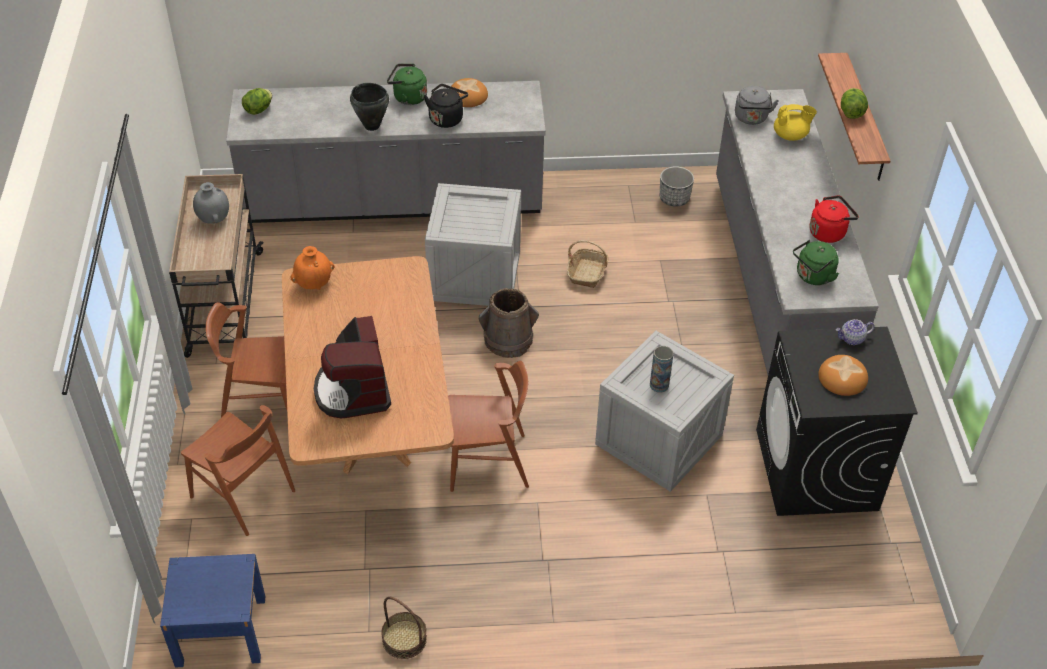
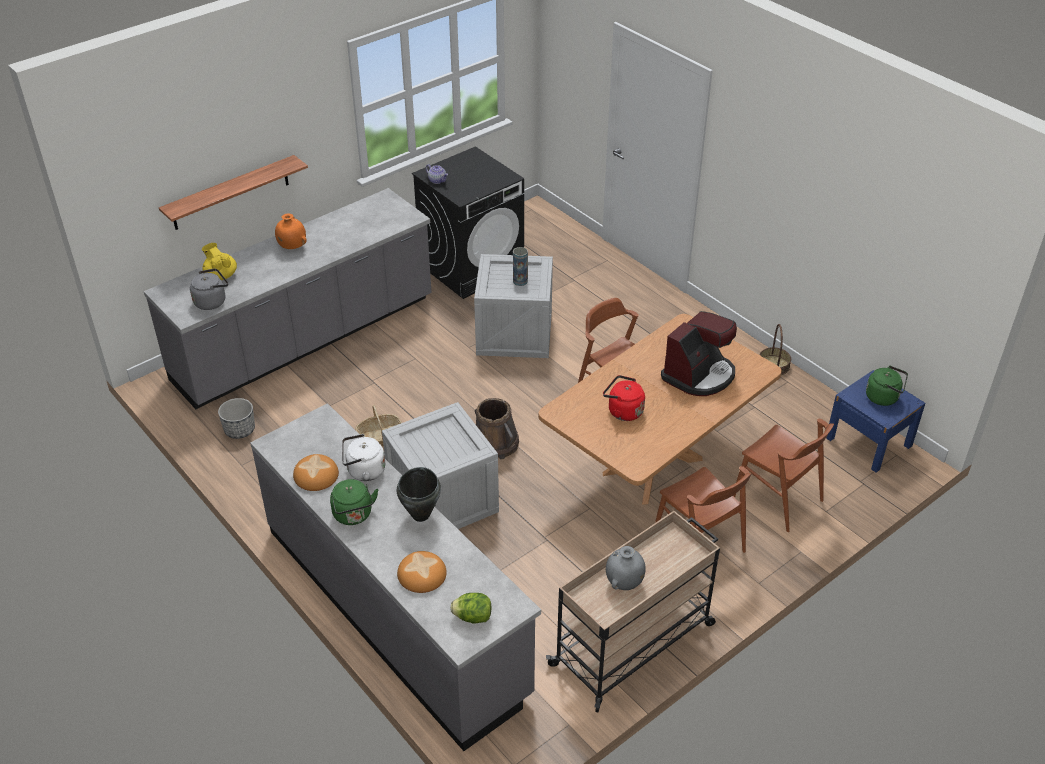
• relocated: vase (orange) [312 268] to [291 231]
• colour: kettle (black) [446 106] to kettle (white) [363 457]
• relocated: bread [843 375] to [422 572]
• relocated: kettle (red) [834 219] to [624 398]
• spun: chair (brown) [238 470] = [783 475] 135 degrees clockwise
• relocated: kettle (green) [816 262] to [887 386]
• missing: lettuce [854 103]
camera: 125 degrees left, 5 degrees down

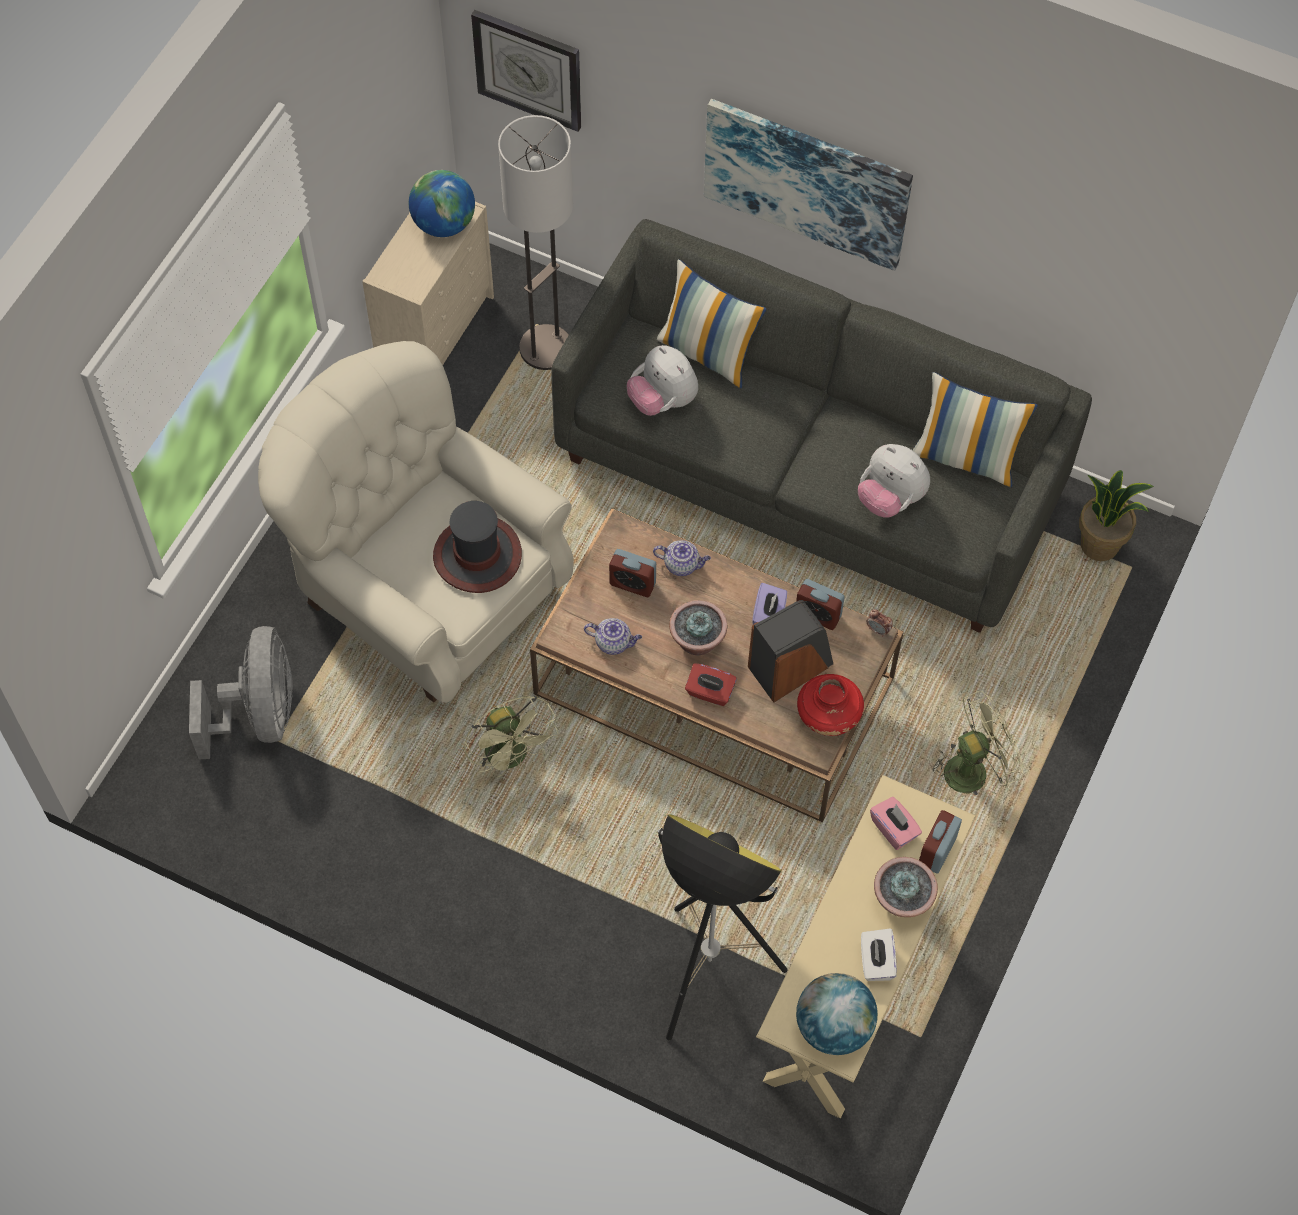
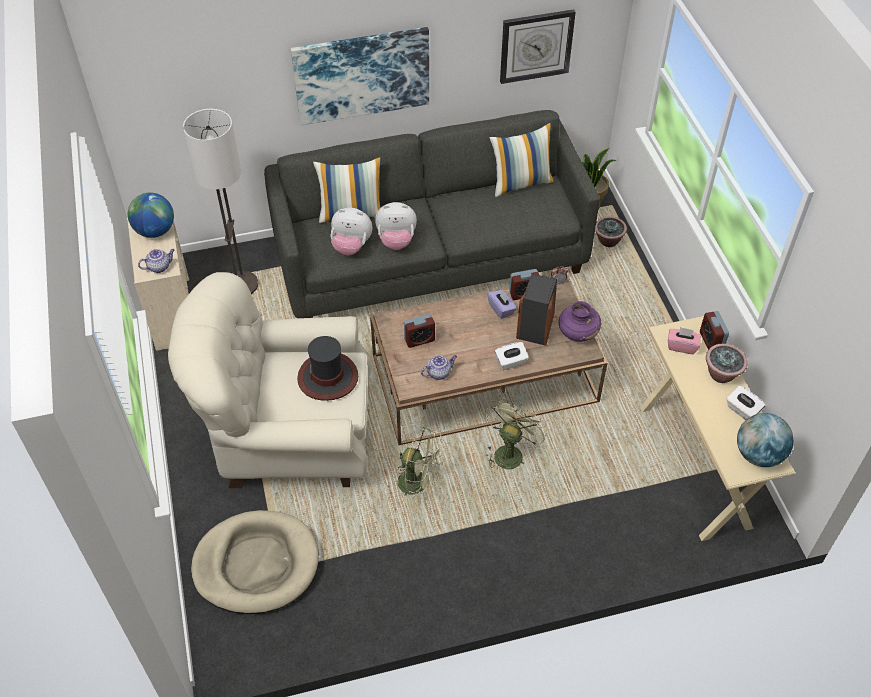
• relocated: teapot [682 558] to [156 261]
• exchanged: fan (grey) [241 692] to dog bed (beige) [255 562]
• relocated: plush toy [894 480] to [396 226]
• relocated: fan (green) [976 743] to [516 433]
• colour: tissue box (red) [711 684] to tissue box (white) [512 356]
• relocated: wall clock [526 71] to [538 46]
• colour: vase (red) [830 705] to vase (purple) [579 321]
• relocated: potted plant [698 628] to [611 231]
• missing: floor lamp [722 927]
camera: 40 degrees left, 10 degrees down

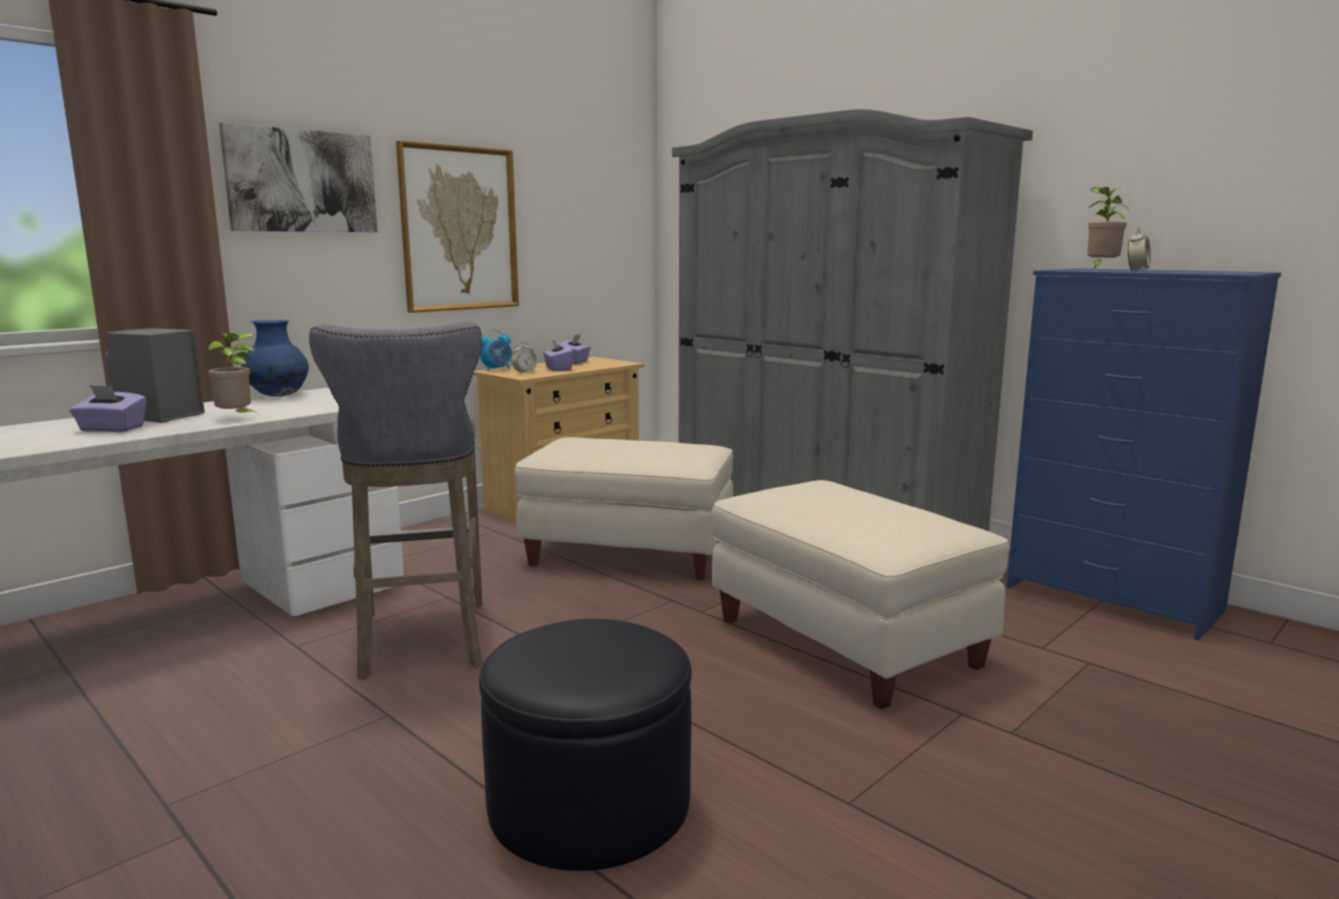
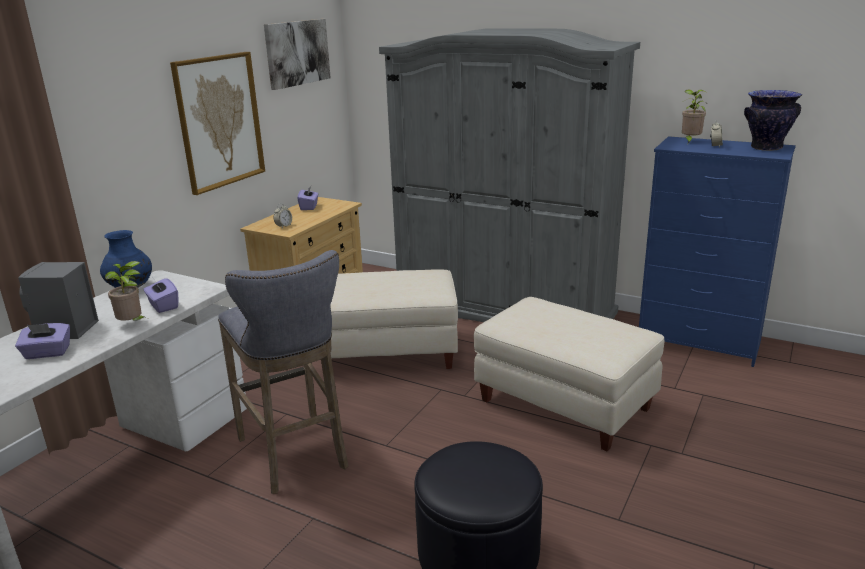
• relocated: tissue box (purple) [558 355] to [161 295]
• relocated: picture [298 177] to [297 54]
• appeared: vase [773 120]
• missing: alarm clock [496 350]
camera: 15 degrees left, 10 degrees up

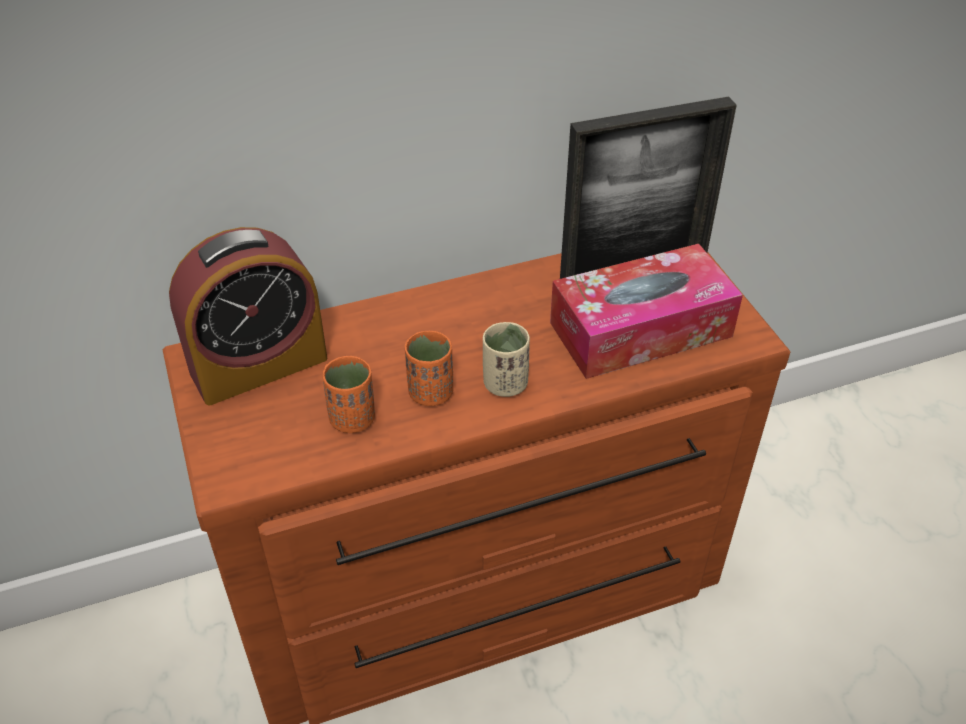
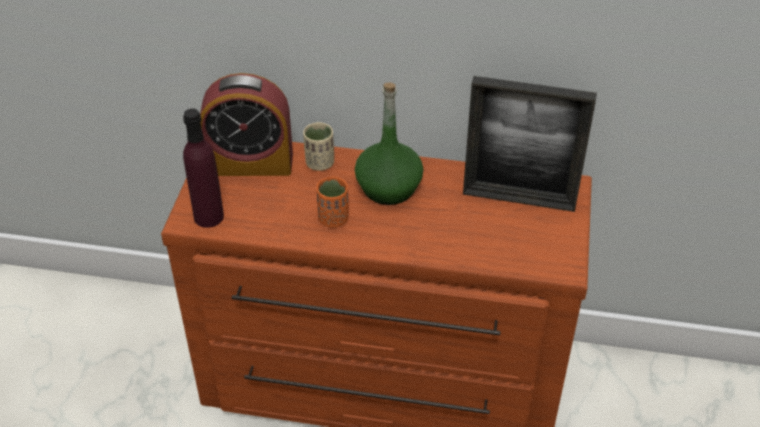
• appeared: bottle (purple) [203 168]
• relocated: cup (beige) [506 359] to [318 146]
• appeared: bottle (green) [389 144]
• missing: cup (orange) [349 394]
• missing: tissue box [646 311]
camera: 30 degrees right, 0 degrees up

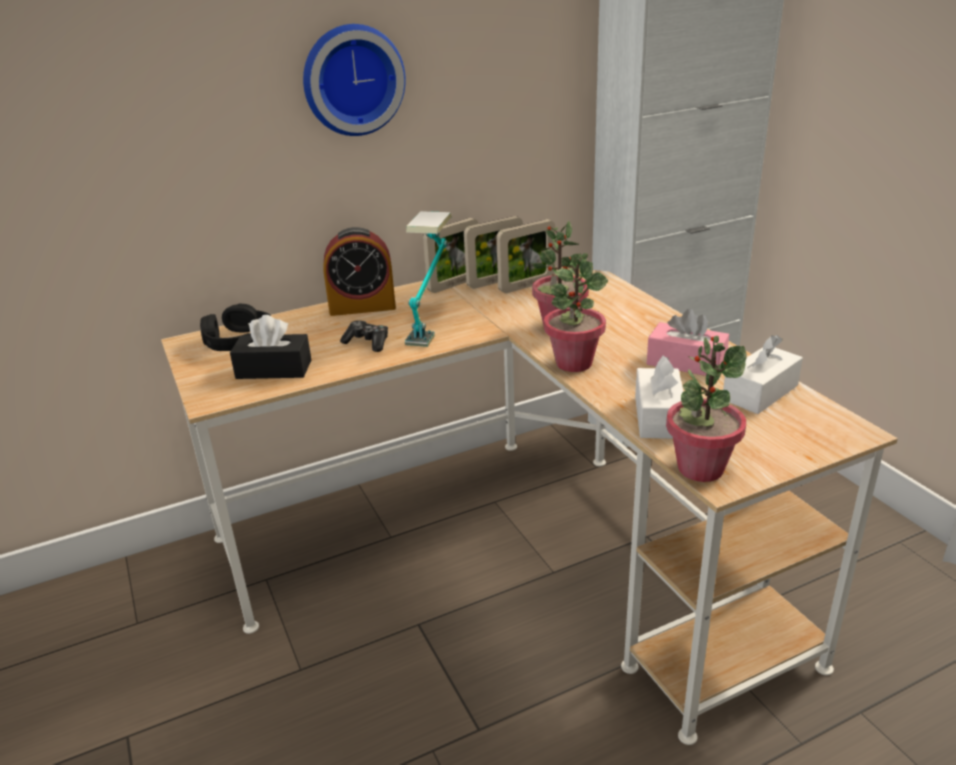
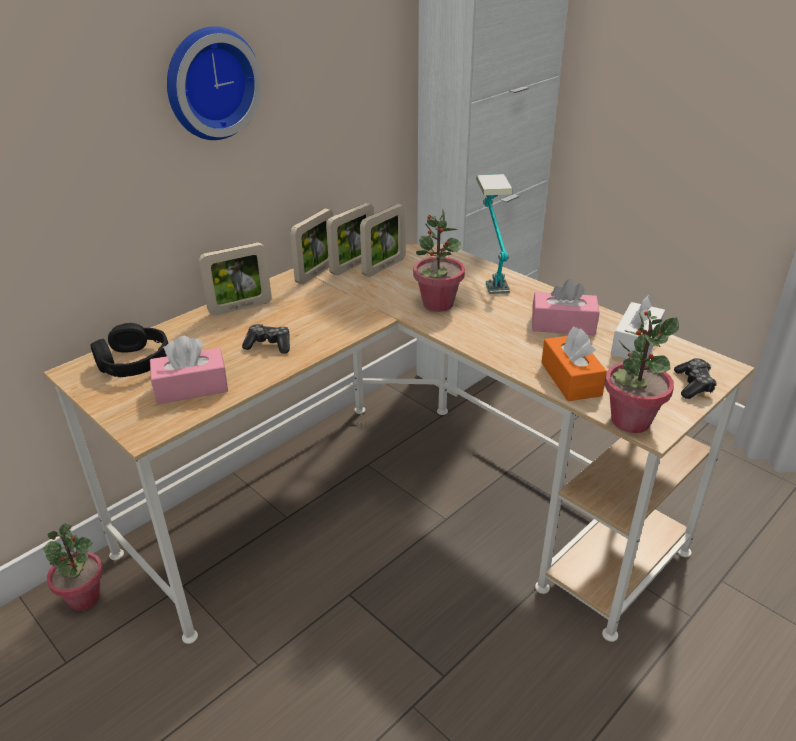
• relocated: potted plant [576 312] to [73 567]
• colour: tissue box (black) [270 347] to tissue box (pink) [189 370]
• exchanged: alarm clock [360 271] to picture frame [235 279]
• relocated: table lamp [428 279] to [494 234]
• colour: tissue box (white) [659 397] to tissue box (orange) [574 364]
• appeared: game controller [695 378]
camera: 20 degrees left, 5 degrees up

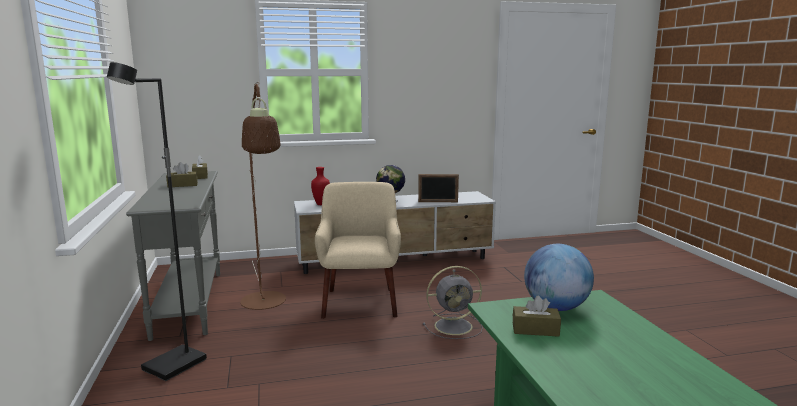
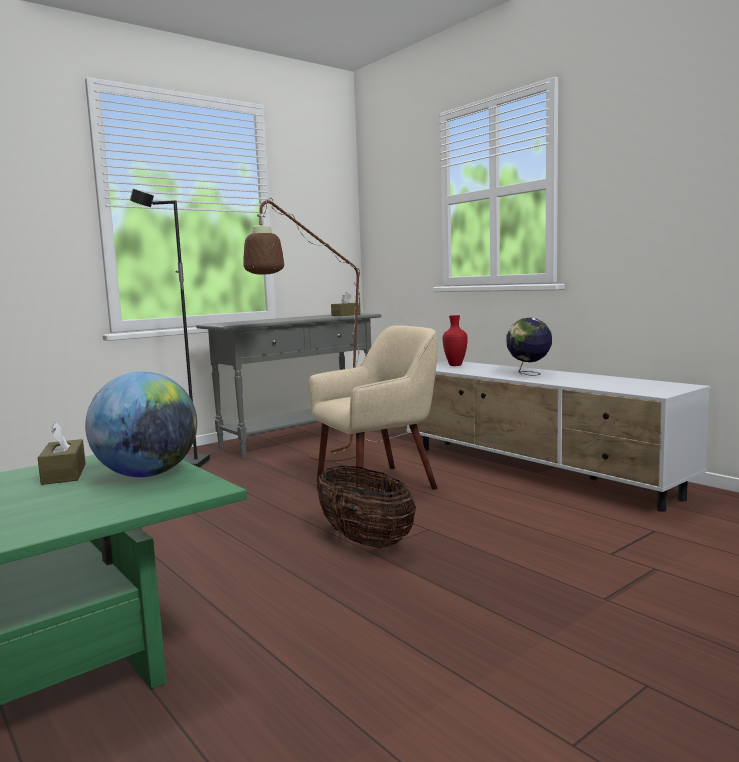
• exchanged: fan (grey) [453 302] to basket [366 507]
• missing: tissue box (brown) [182 175]
• missing: picture frame [438 188]
camera: 65 degrees right, 5 degrees down

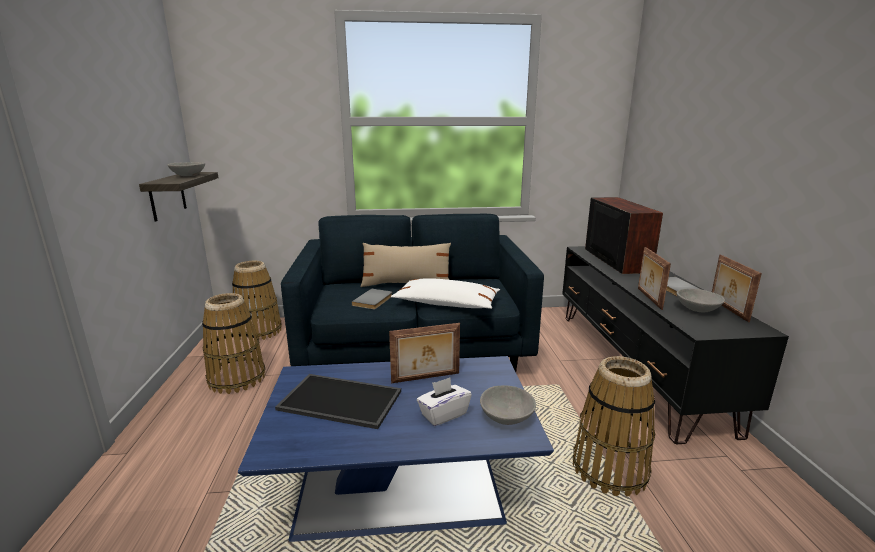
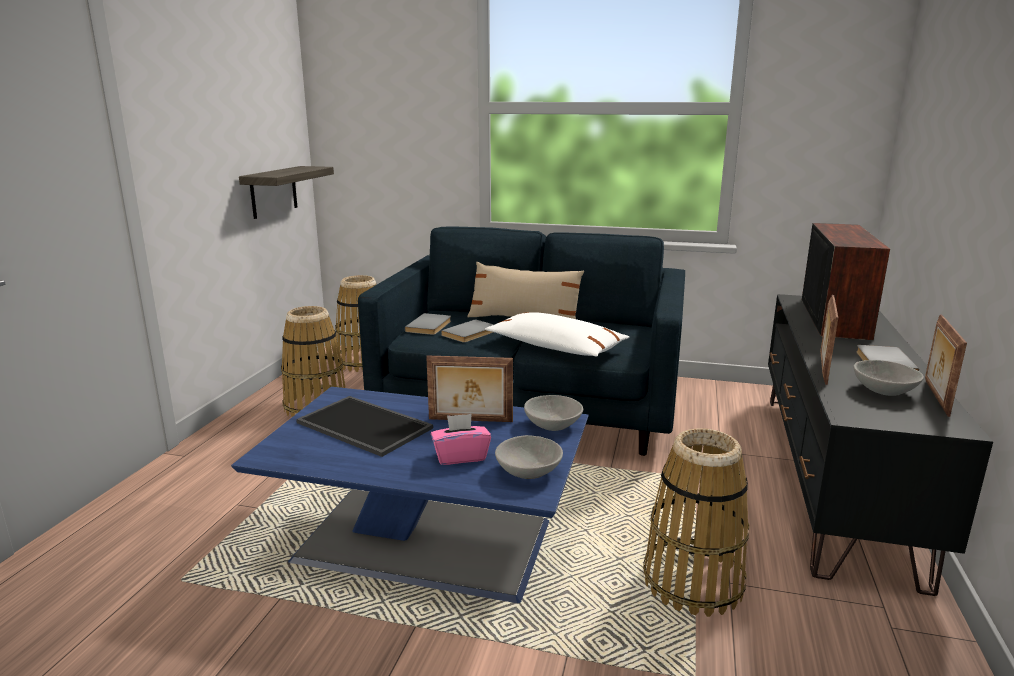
• appeared: book (grey) [428 324]
• colour: tissue box (white) [444 401] to tissue box (pink) [461 439]
• relocated: bowl (grey) [186 169] to [553 413]
camera: 20 degrees right, 0 degrees up

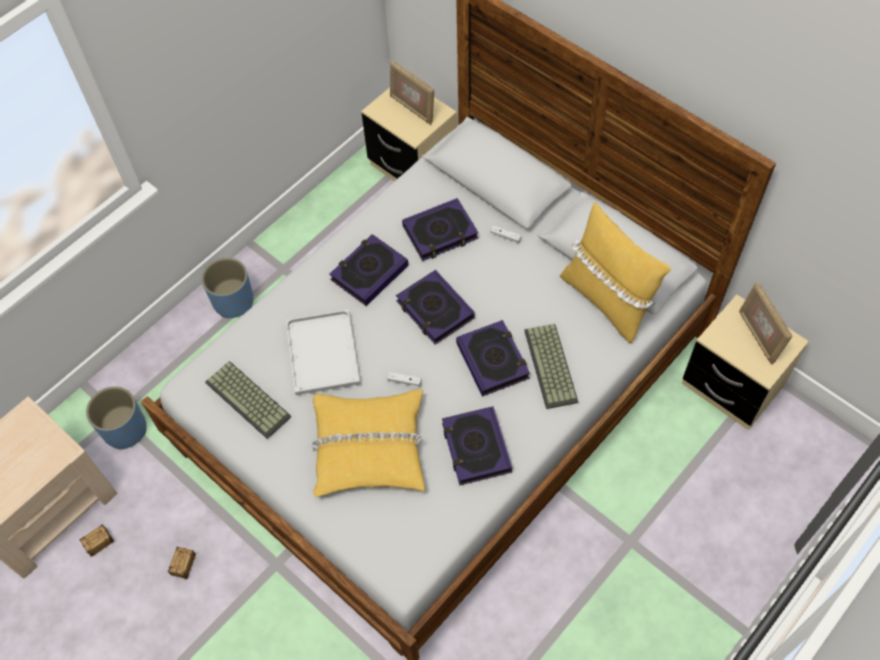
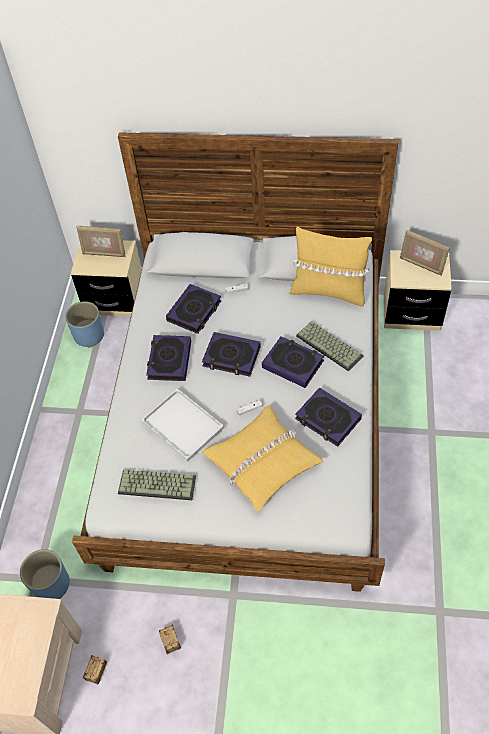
• relocated: planter (blue) [228 288] to [84 324]
camera: 35 degrees left, 5 degrees down

